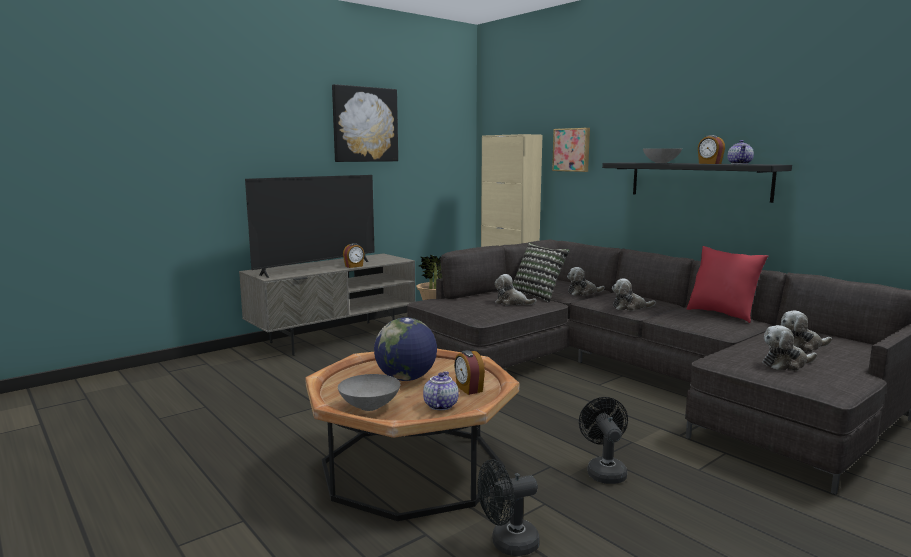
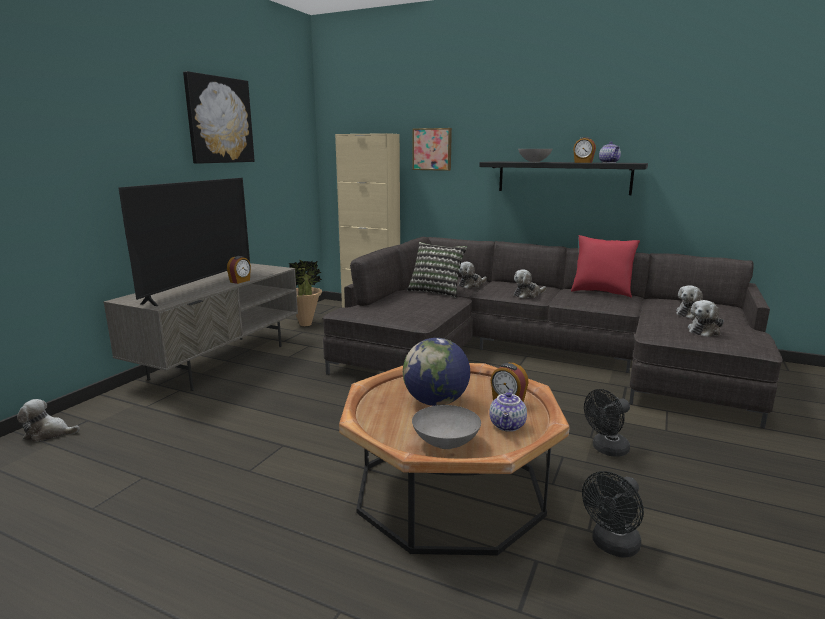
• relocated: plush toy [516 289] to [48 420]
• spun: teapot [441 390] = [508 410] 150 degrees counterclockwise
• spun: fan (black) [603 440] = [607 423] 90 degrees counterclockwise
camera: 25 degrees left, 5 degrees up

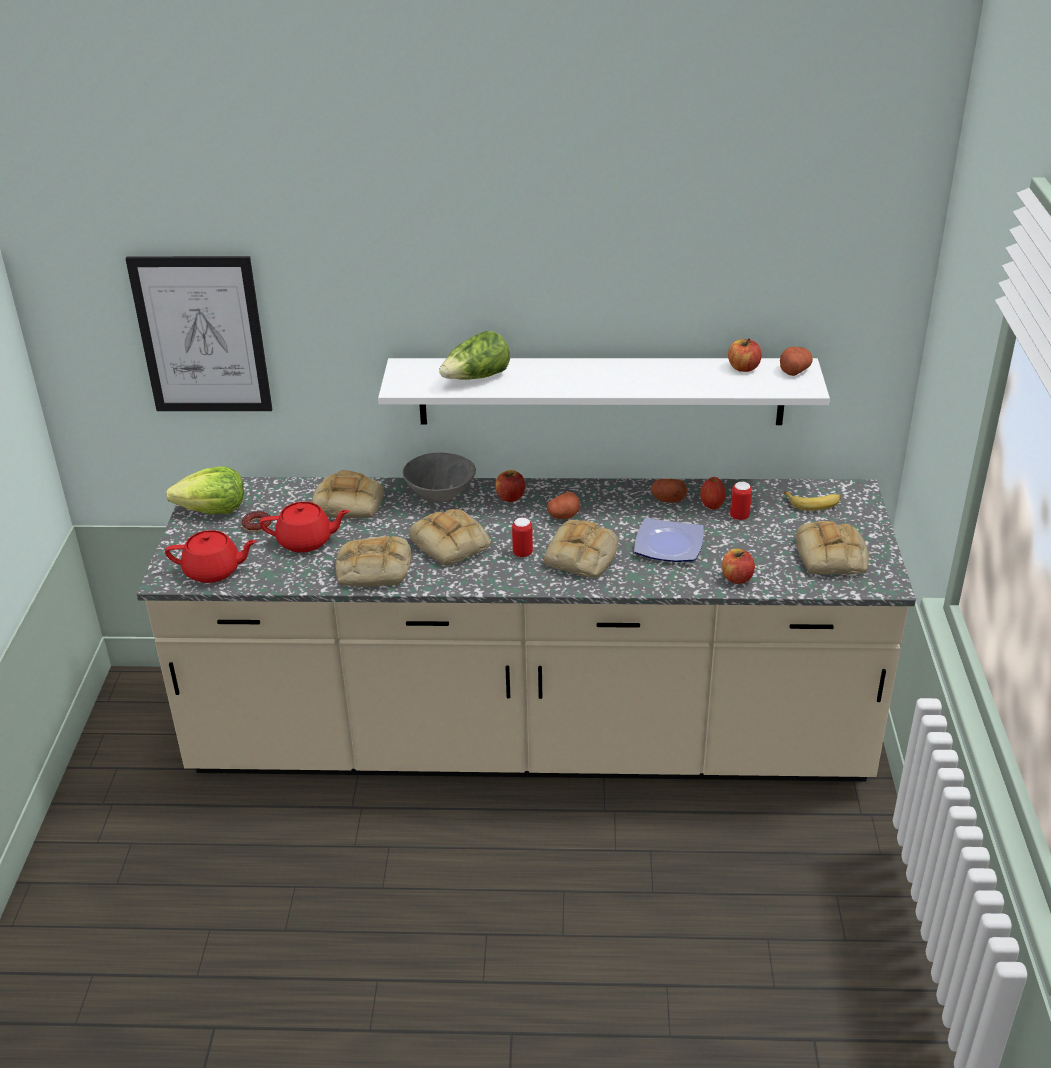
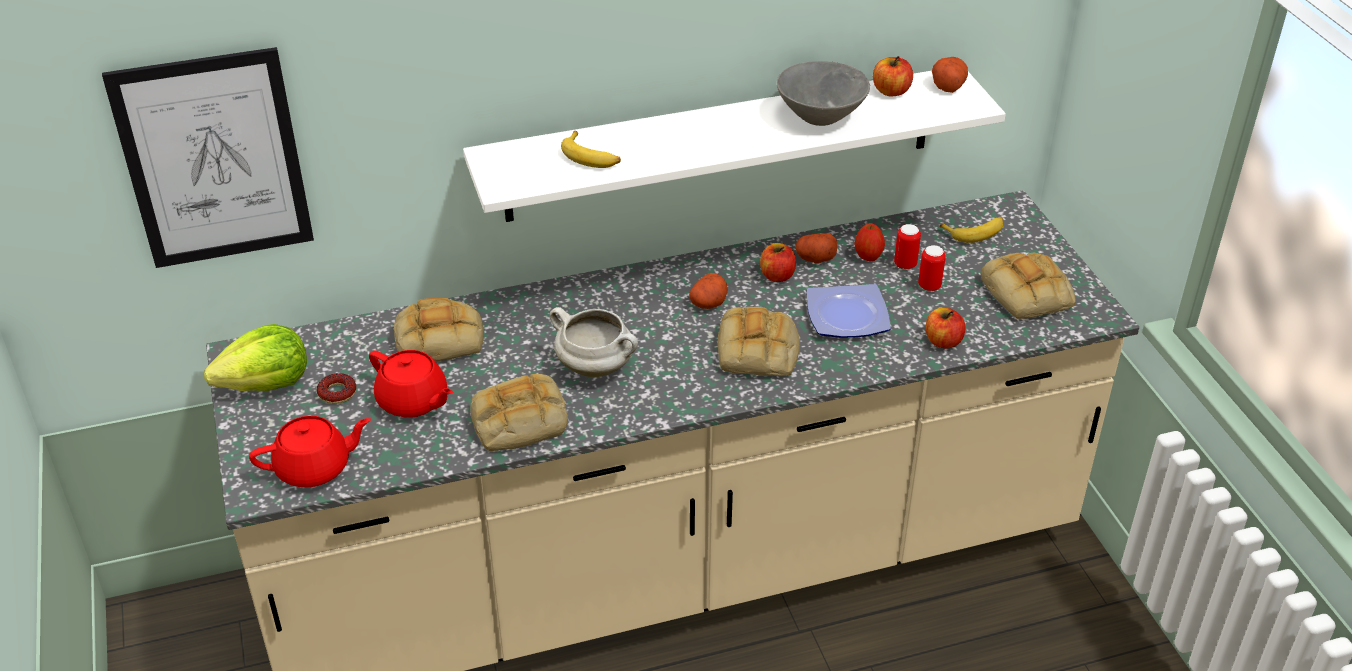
• spun: teapot (red) [304 527] = [411 384] 60 degrees clockwise
• exchanged: bread [450 537] to cooking pot (white) [593 342]
• exchanged: lettuce [474 355] to banana [591 149]
• relocated: apple [510 486] to [778 262]
• relocated: bowl (grey) [439 478] to [823 93]
• relocated: can [522 537] to [932 268]
camera: 20 degrees left, 5 degrees up

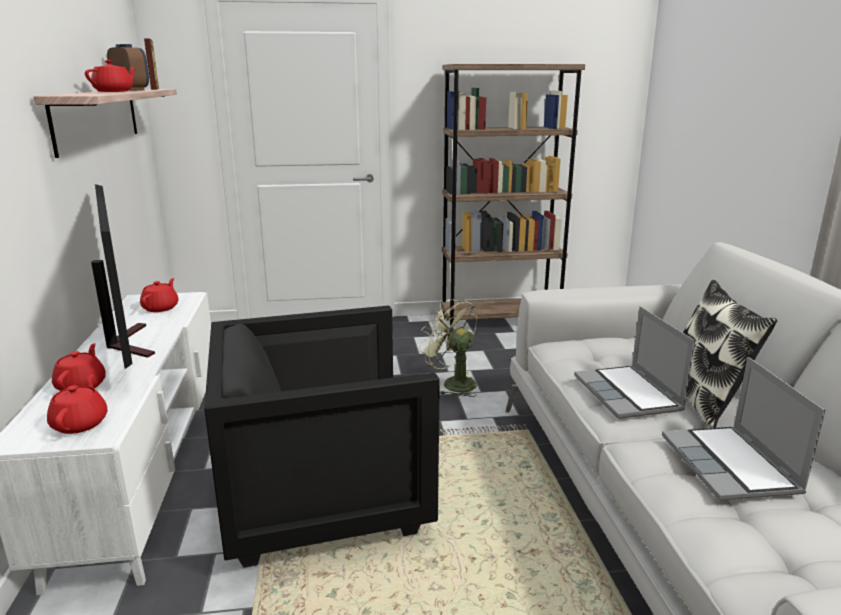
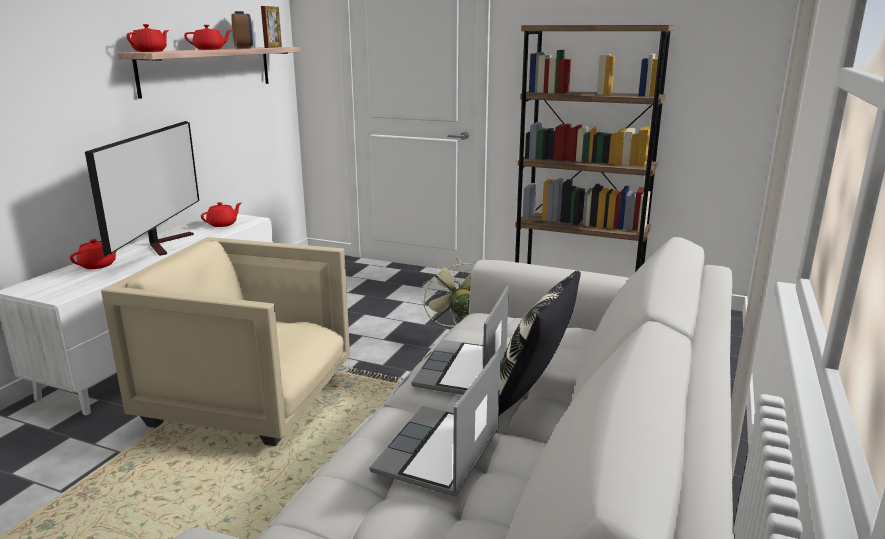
• colour: armchair (black) [322 436] to armchair (beige) [225 341]
• relocated: teapot (red) [77 404] to [147 38]
camera: 30 degrees right, 0 degrees up

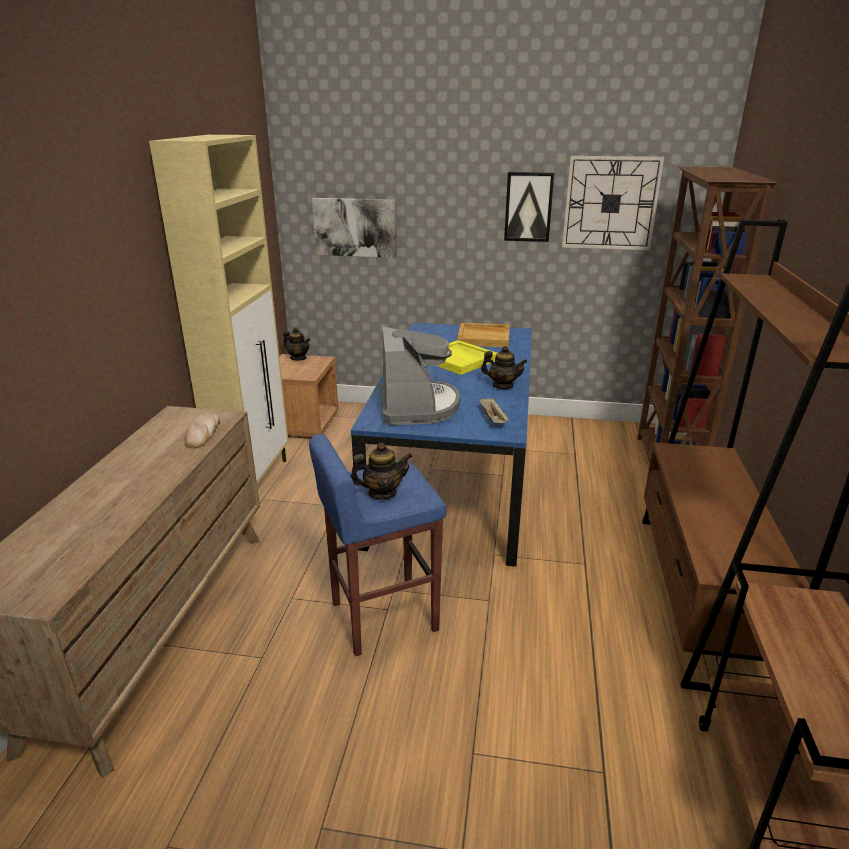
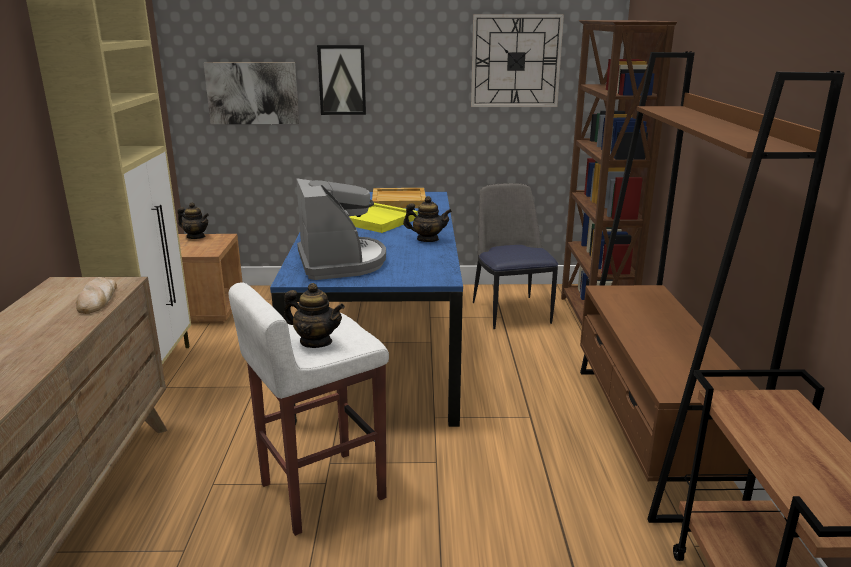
• colour: stool (blue) [378 545] to stool (white) [309 409]
• spun: teapot [381 471] = [314 315] 45 degrees clockwise
• relocated: picture [529 207] to [341 80]
• appeared: chair [515 256]
• missing: tray (beige) [494 410]
camera: 10 degrees left, 5 degrees down

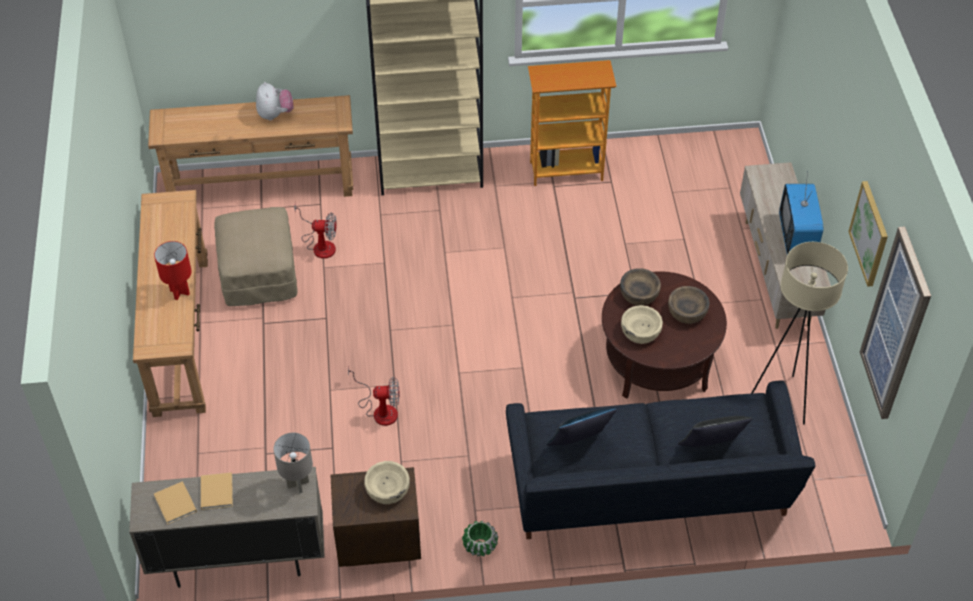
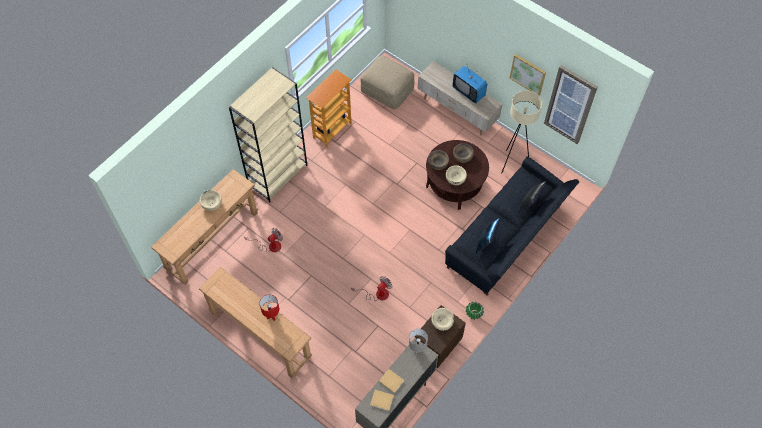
• exchanged: plush toy [275 101] to bowl (beige) [211 200]
• relocated: ottoman (beige) [256 256] to [388 82]
camera: 45 degrees left, 10 degrees up

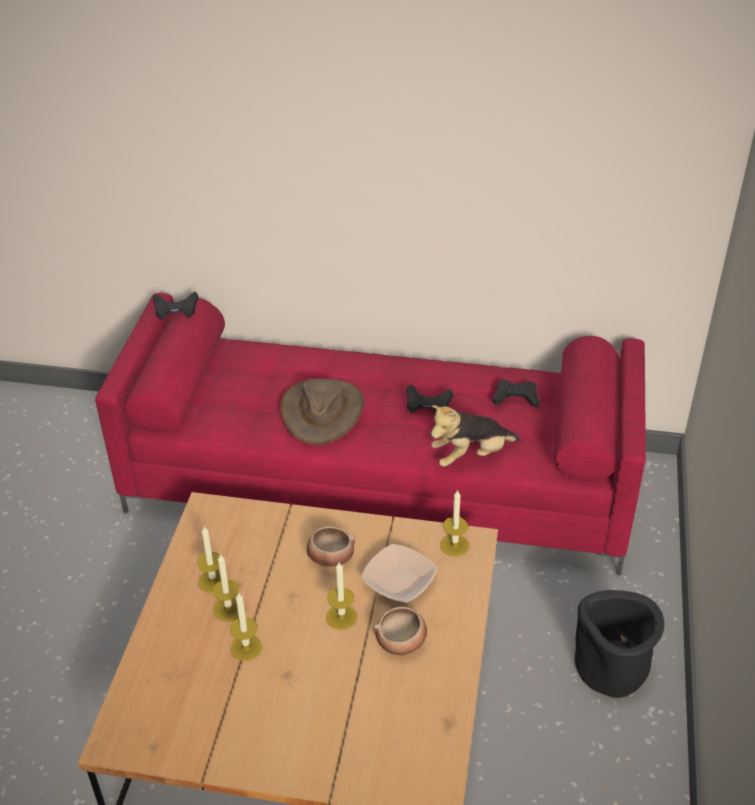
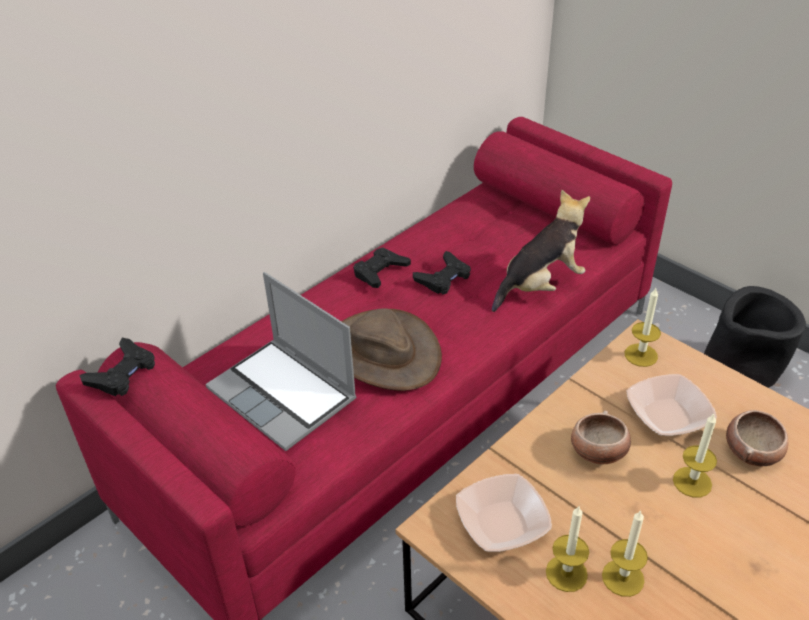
• appeared: laptop [281 361]
• relocated: game controller (black) [516 394] to [382 268]
• appeared: bowl [504 513]
• spun: plush toy [475 436] = [541 251] 135 degrees counterclockwise
• missing: candle [246 626]
camera: 55 degrees left, 0 degrees up

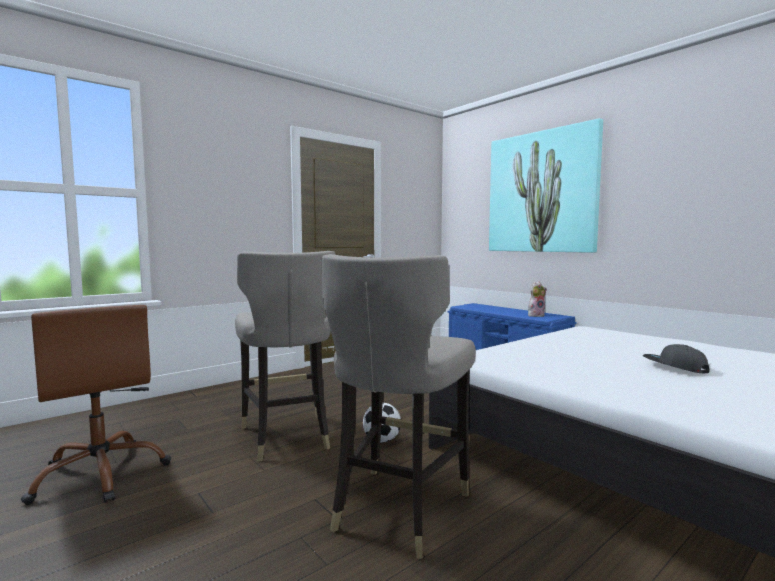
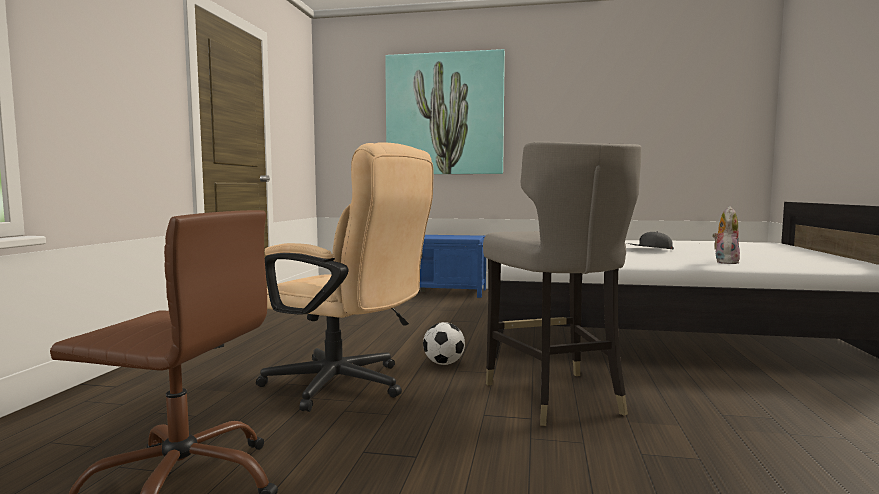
• exchanged: stool (grey) [285 356] to office chair (beige) [345 277]
• relocated: plush toy [537 299] to [726 235]
camera: 40 degrees left, 0 degrees up

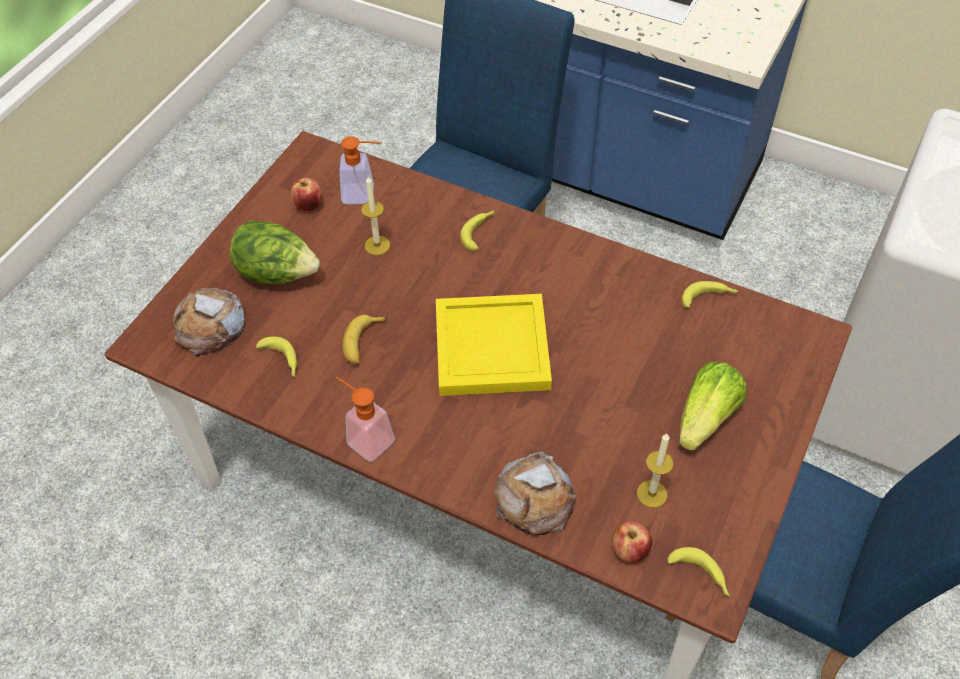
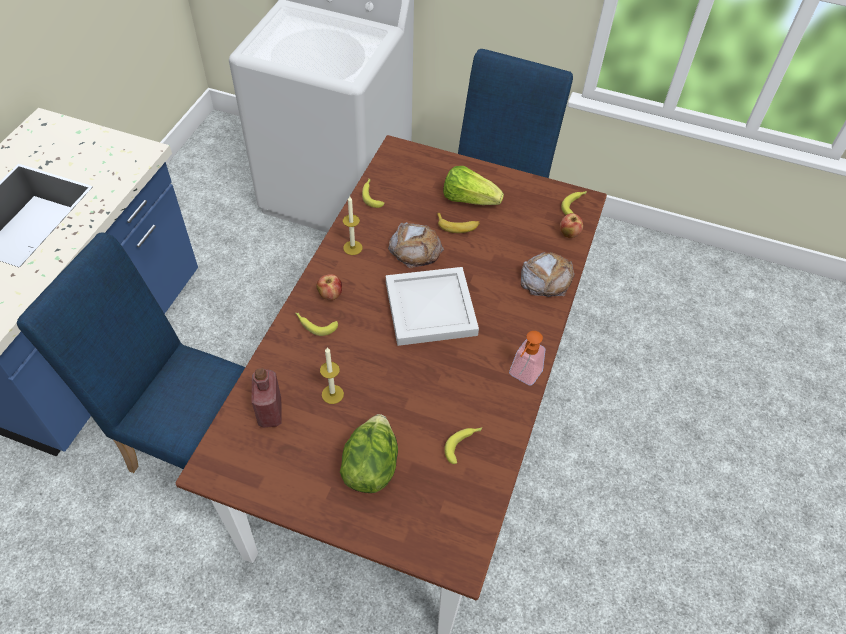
• exchanged: soap dispenser [361 170] to bottle (red) [267 398]
• relocated: apple [306 194] to [329 287]
• relocated: candle [655 470] to [352 225]
• colour: tray (yellow) [494 345] to tray (white) [432 306]
• relocated: bread [209 322] to [416 245]
• relocated: banana [365 340] to [458 222]
camera: 100 degrees left, 0 degrees up

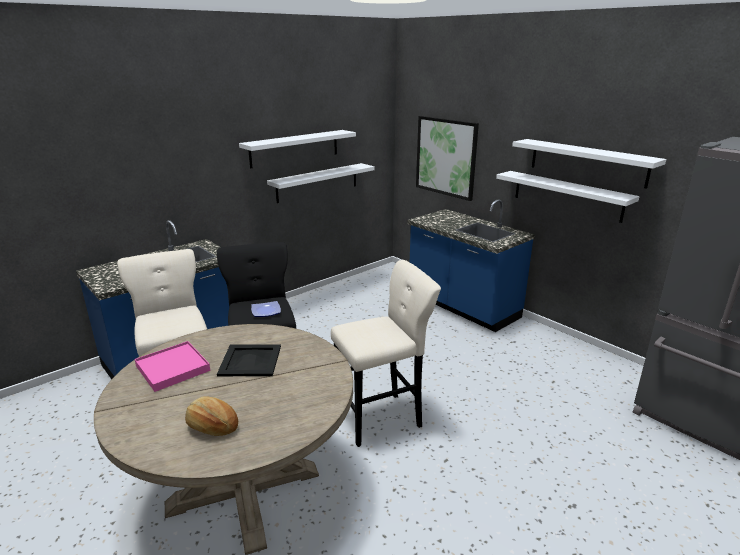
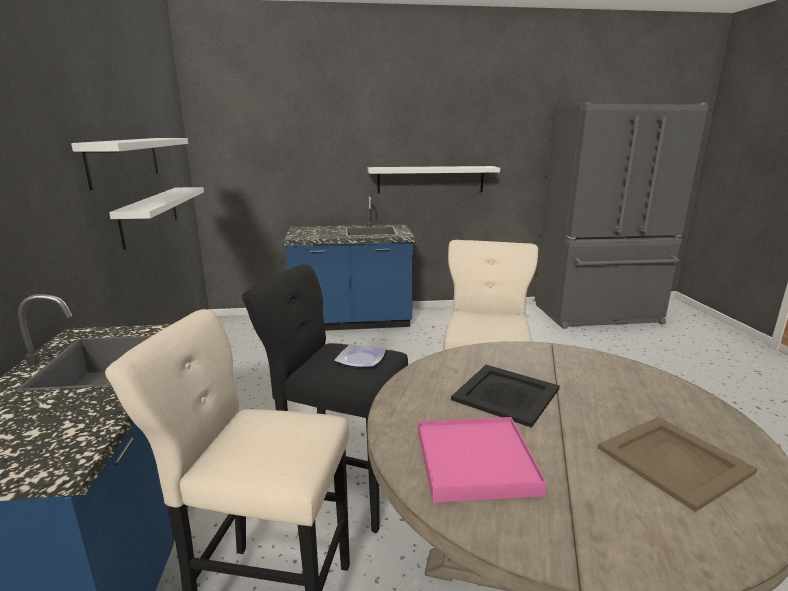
• exchanged: bread [211 416] to tray (beige) [678 464]
• missing: picture [447 158]
• missing: shelf (white) [589 164]
camera: 55 degrees left, 5 degrees down

